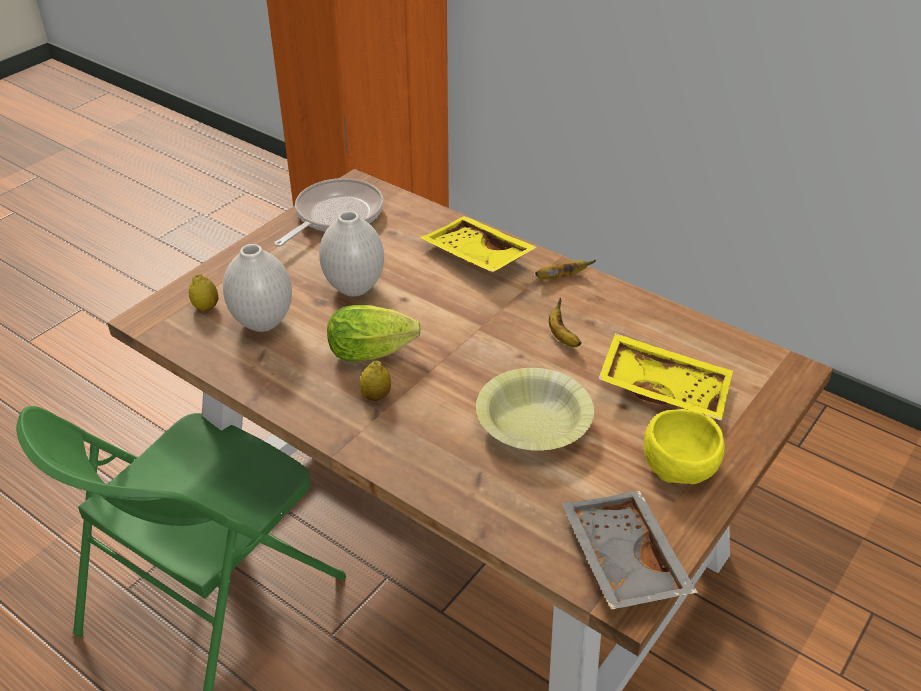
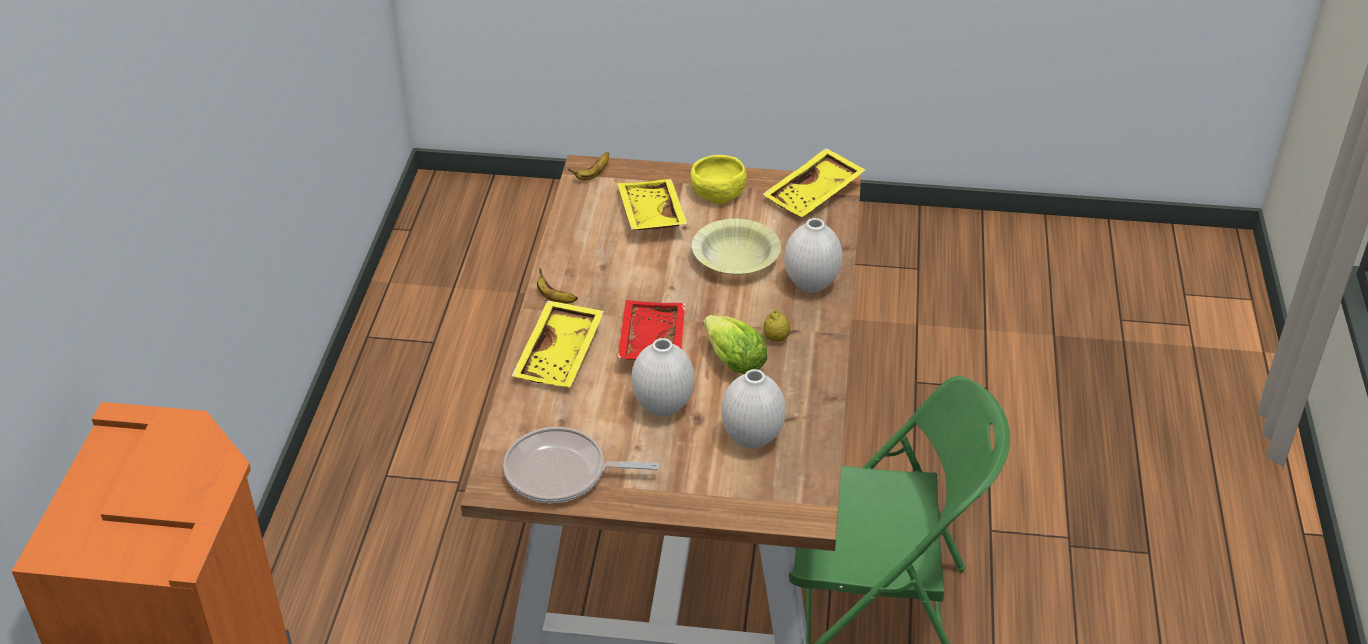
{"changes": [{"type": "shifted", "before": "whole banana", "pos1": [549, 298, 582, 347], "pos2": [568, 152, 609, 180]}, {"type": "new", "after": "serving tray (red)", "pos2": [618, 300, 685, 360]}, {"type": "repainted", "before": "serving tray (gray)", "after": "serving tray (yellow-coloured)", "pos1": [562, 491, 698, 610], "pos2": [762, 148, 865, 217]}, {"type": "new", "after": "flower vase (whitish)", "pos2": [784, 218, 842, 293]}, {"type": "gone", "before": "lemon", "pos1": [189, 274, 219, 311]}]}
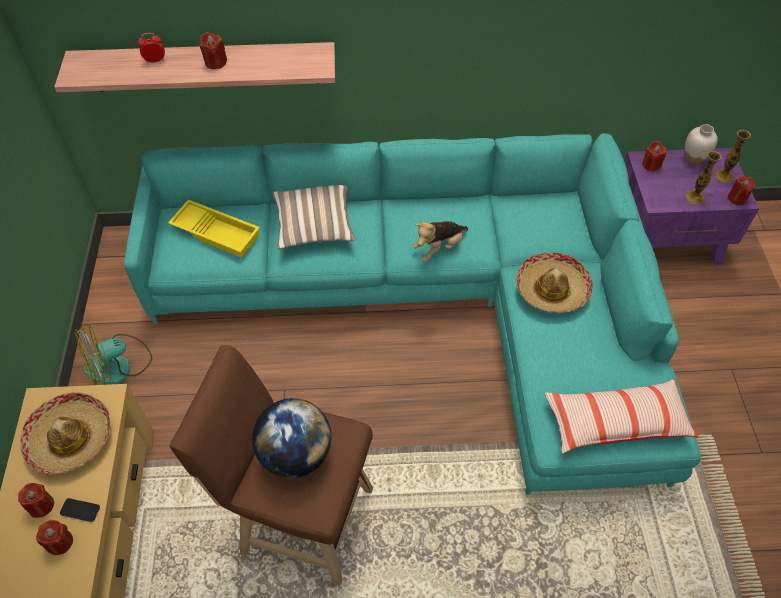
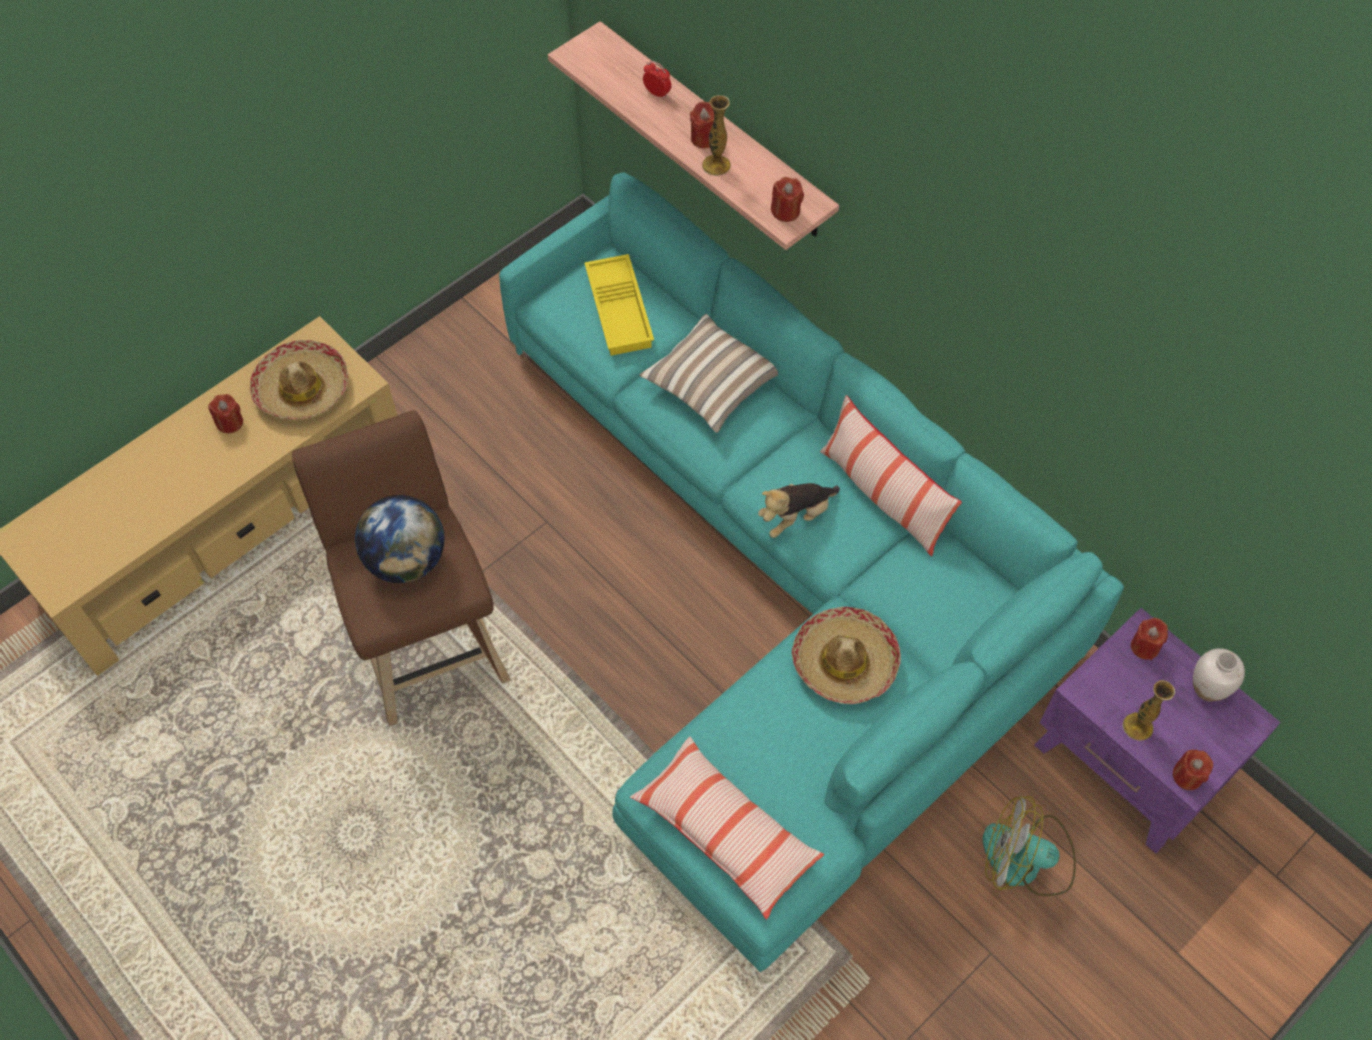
{"changes": [{"type": "shifted", "before": "flower vase", "pos1": [715, 130, 751, 183], "pos2": [702, 95, 731, 176]}, {"type": "rotated", "before": "plush toy", "pos1": [413, 221, 468, 262], "pos2": [758, 483, 840, 538], "turn": -45}, {"type": "shifted", "before": "wax candle (red)", "pos1": [36, 520, 73, 555], "pos2": [771, 177, 804, 222]}, {"type": "new", "after": "pillow", "pos2": [820, 395, 962, 556]}, {"type": "shifted", "before": "fan", "pos1": [75, 323, 153, 385], "pos2": [983, 796, 1076, 896]}, {"type": "gone", "before": "telephone", "pos1": [60, 498, 100, 522]}]}
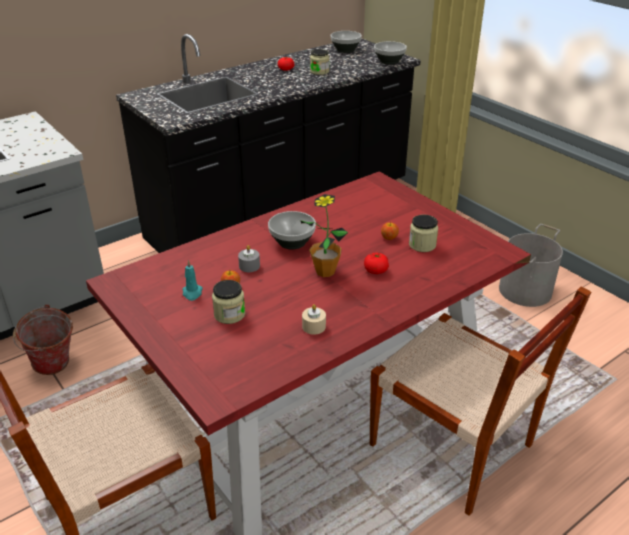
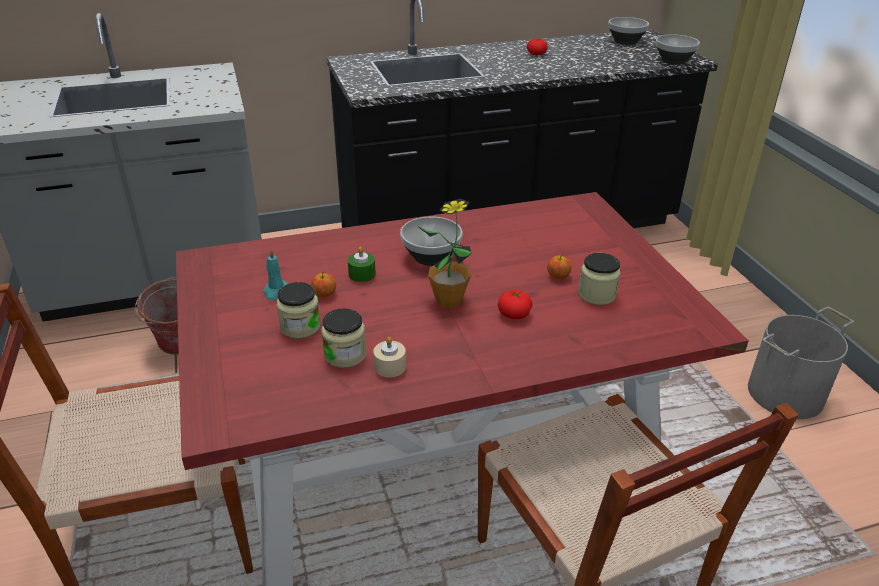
{"changes": [{"type": "shifted", "before": "jar", "pos1": [310, 49, 329, 75], "pos2": [322, 308, 366, 368]}, {"type": "repainted", "before": "wax candle (gray)", "after": "wax candle (greenish)", "pos1": [238, 245, 260, 272], "pos2": [348, 247, 376, 282]}]}
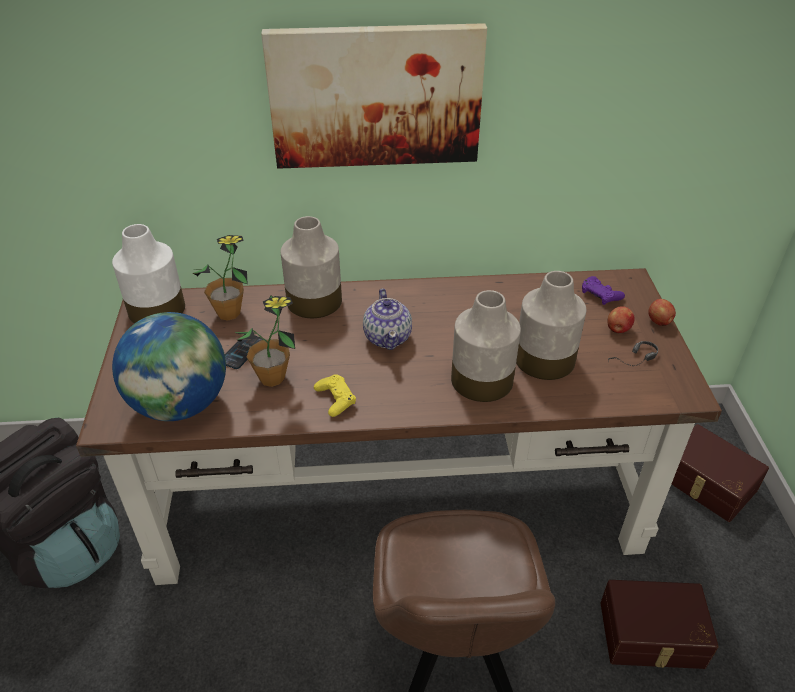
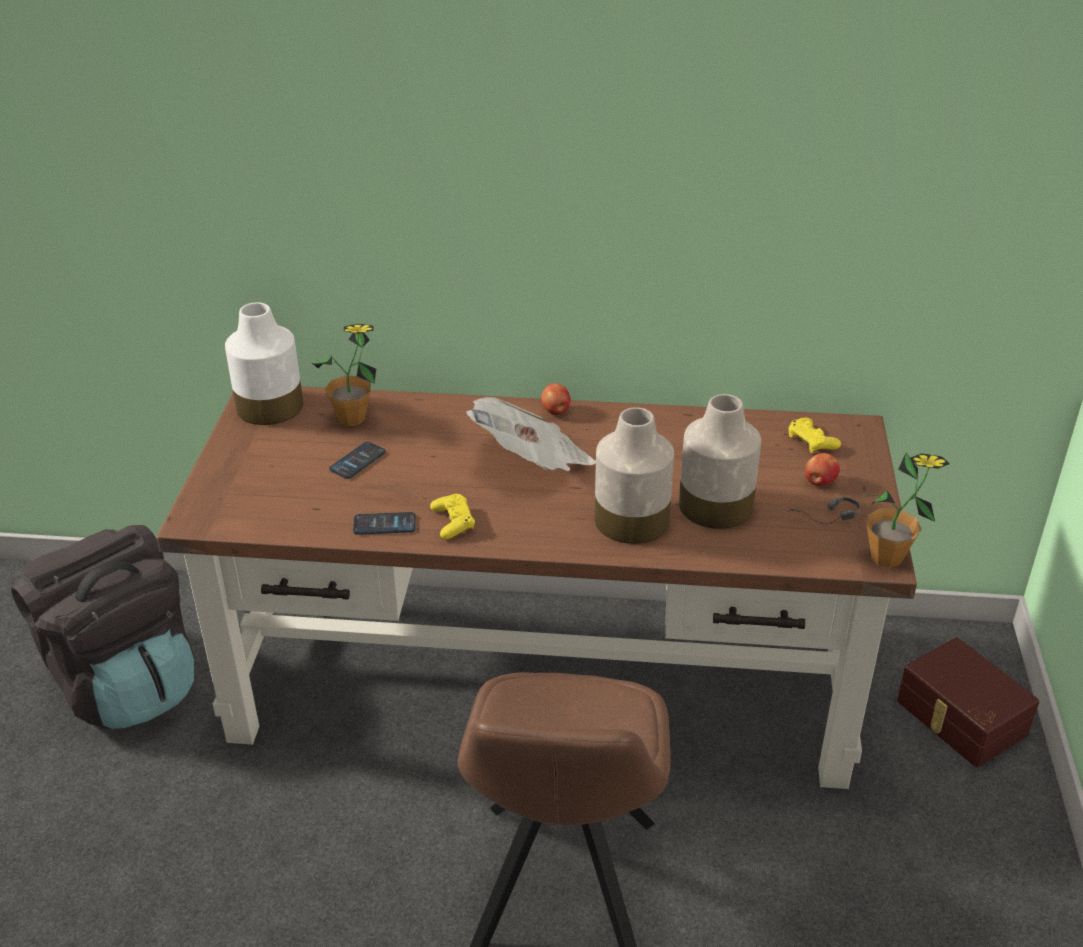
{"changes": [{"type": "new", "after": "telephone", "pos2": [353, 512, 416, 535]}, {"type": "swapped", "before": "tea pot", "after": "daily paper", "pos1": [363, 288, 412, 350], "pos2": [466, 397, 596, 471]}, {"type": "shifted", "before": "apple fruit", "pos1": [648, 299, 676, 326], "pos2": [541, 383, 571, 415]}, {"type": "repainted", "before": "gamepad (purple-coloured)", "after": "gamepad (yellow-coloured)", "pos1": [582, 276, 625, 305], "pos2": [788, 418, 841, 453]}, {"type": "shifted", "before": "houseplant", "pos1": [234, 295, 295, 387], "pos2": [861, 453, 950, 568]}, {"type": "gone", "before": "world globe", "pos1": [112, 312, 226, 421]}, {"type": "gone", "before": "picture", "pos1": [261, 23, 487, 169]}, {"type": "gone", "before": "flower vase (sand-coloured)", "pos1": [281, 216, 342, 318]}, {"type": "gone", "before": "storage bin (brownish)", "pos1": [600, 580, 719, 669]}]}
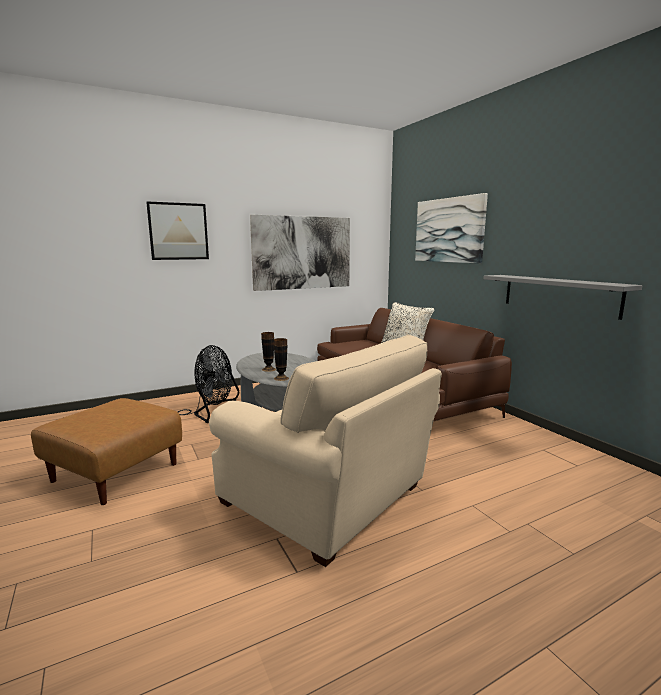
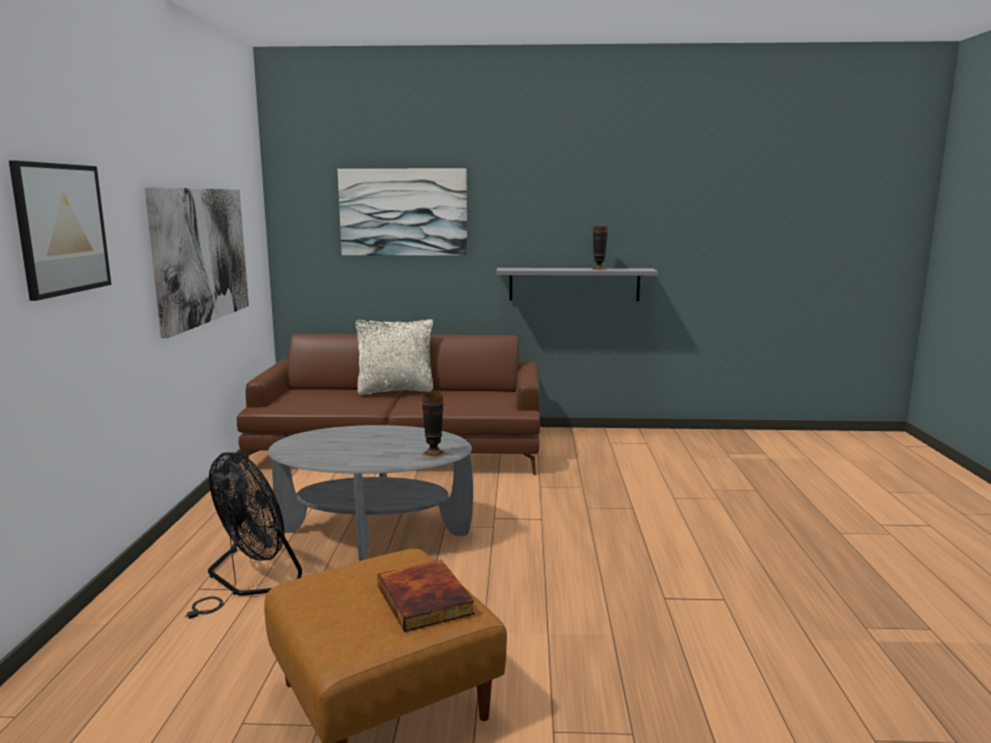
{"changes": [{"type": "new", "after": "bound book", "pos2": [377, 560, 475, 632]}, {"type": "shifted", "before": "flower vase", "pos1": [261, 332, 276, 372], "pos2": [591, 226, 608, 270]}, {"type": "gone", "before": "lounge chair (sand-coloured)", "pos1": [209, 335, 442, 567]}]}
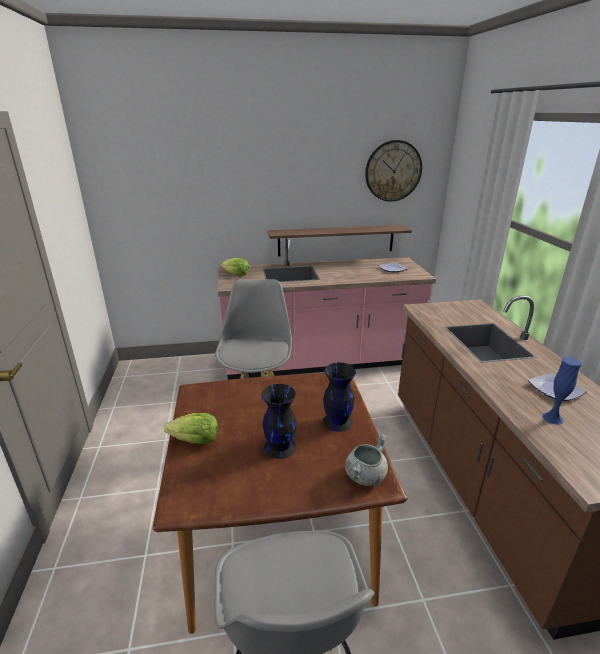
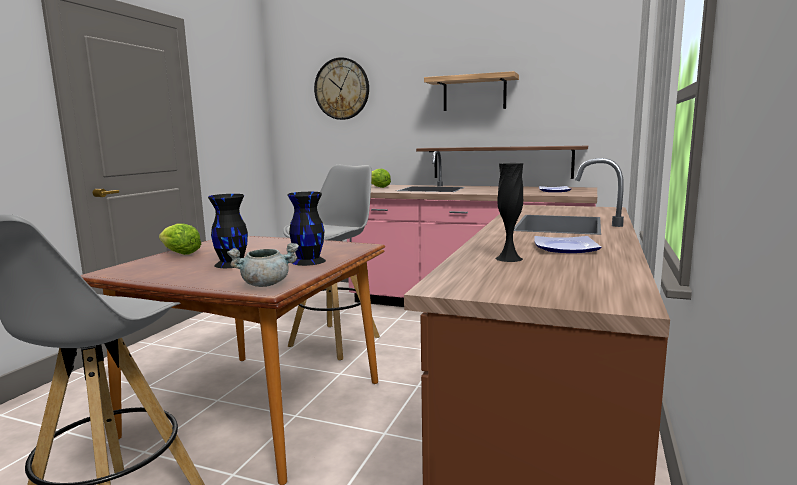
{"changes": [{"type": "shifted", "before": "hanging clock", "pos1": [365, 140, 422, 202], "pos2": [314, 57, 369, 120]}, {"type": "new", "after": "shelf", "pos2": [424, 71, 519, 111]}, {"type": "repainted", "before": "flower vase (blue-coloured)", "after": "flower vase (black-coloured)", "pos1": [542, 357, 582, 425], "pos2": [495, 163, 523, 262]}]}
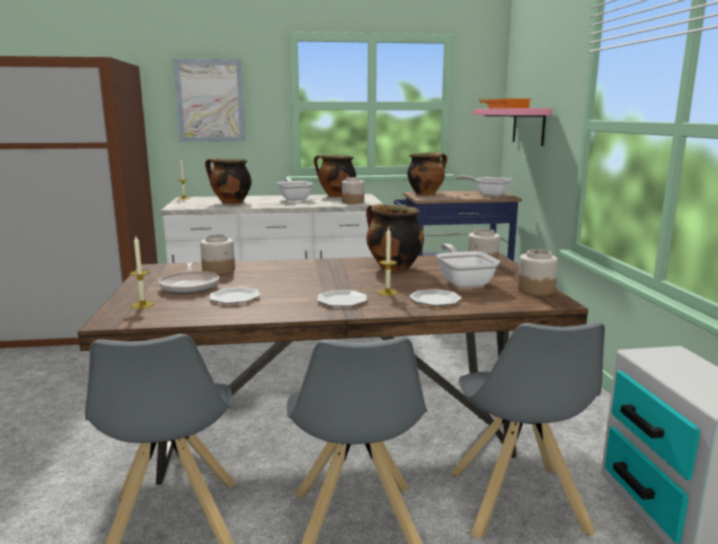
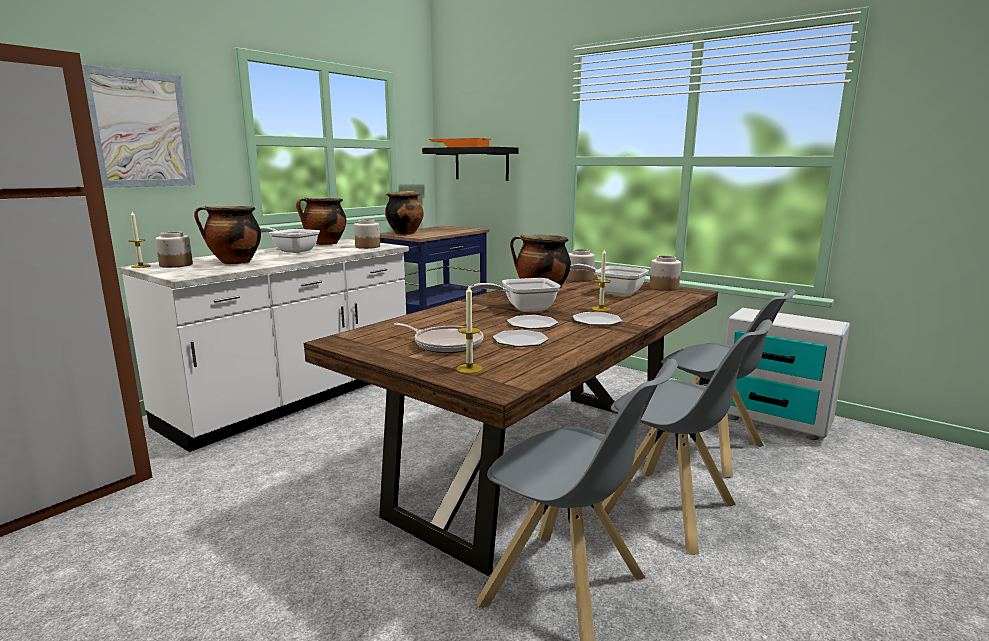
{"changes": [{"type": "shifted", "before": "jar", "pos1": [200, 234, 235, 275], "pos2": [155, 232, 193, 268]}, {"type": "repainted", "before": "shelf (pink-coloured)", "after": "shelf (black-coloured)", "pos1": [473, 108, 552, 146], "pos2": [422, 147, 518, 181]}, {"type": "shifted", "before": "skillet", "pos1": [456, 176, 512, 196], "pos2": [470, 278, 561, 312]}, {"type": "shifted", "before": "dinner plate", "pos1": [409, 289, 462, 306], "pos2": [507, 315, 558, 329]}]}
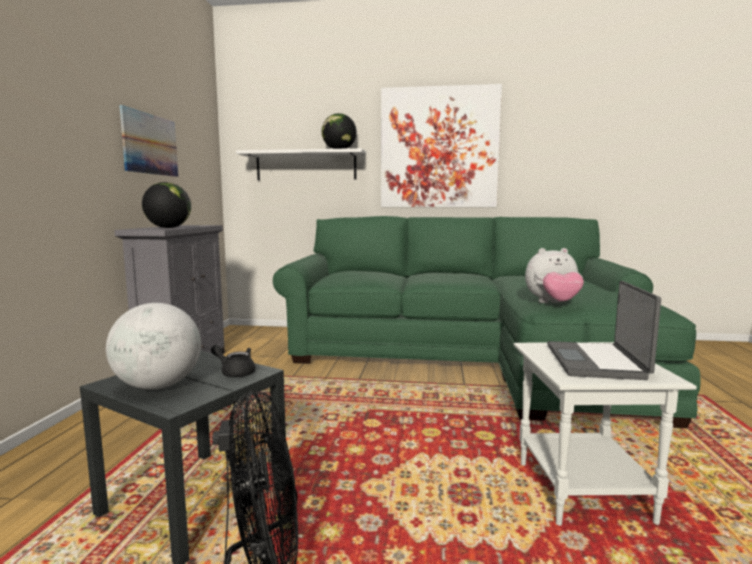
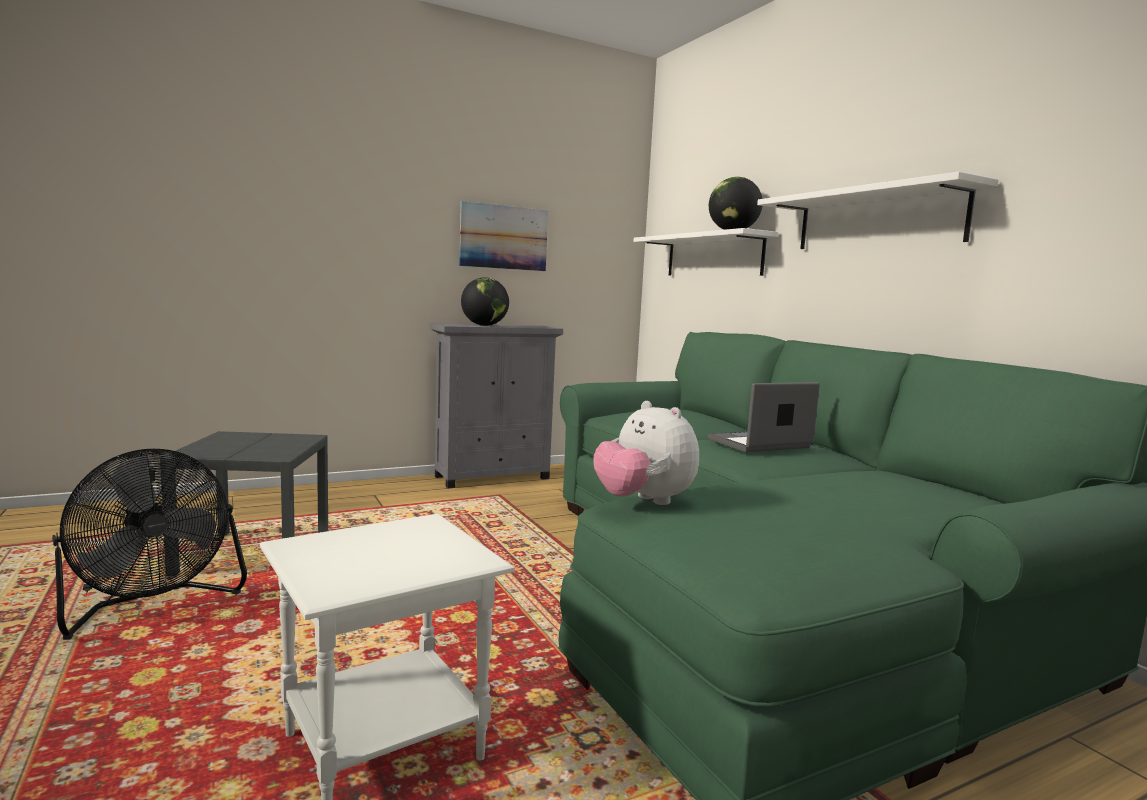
{"changes": [{"type": "shifted", "before": "laptop", "pos1": [547, 281, 661, 380], "pos2": [708, 382, 820, 452]}, {"type": "swapped", "before": "picture", "after": "shelf (whitish)", "pos1": [381, 84, 502, 207], "pos2": [757, 172, 999, 249]}, {"type": "gone", "before": "world globe", "pos1": [106, 303, 201, 390]}, {"type": "gone", "before": "tea pot (black-coloured)", "pos1": [211, 345, 256, 377]}]}
